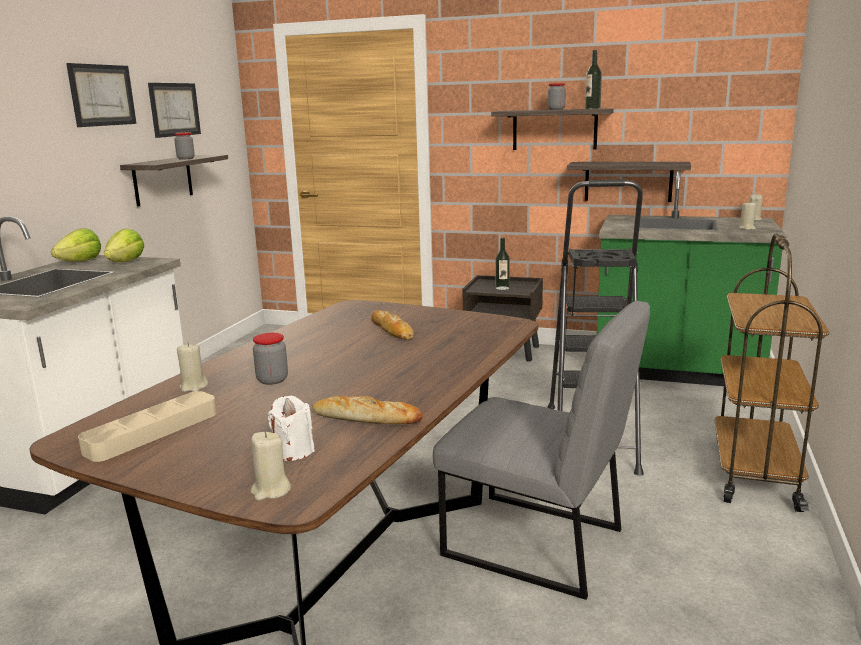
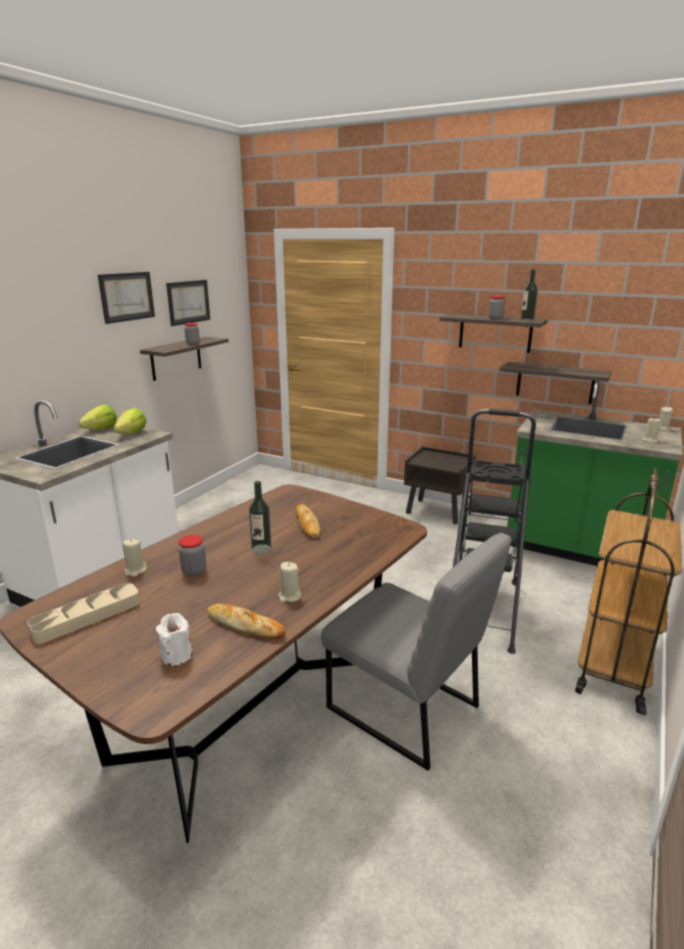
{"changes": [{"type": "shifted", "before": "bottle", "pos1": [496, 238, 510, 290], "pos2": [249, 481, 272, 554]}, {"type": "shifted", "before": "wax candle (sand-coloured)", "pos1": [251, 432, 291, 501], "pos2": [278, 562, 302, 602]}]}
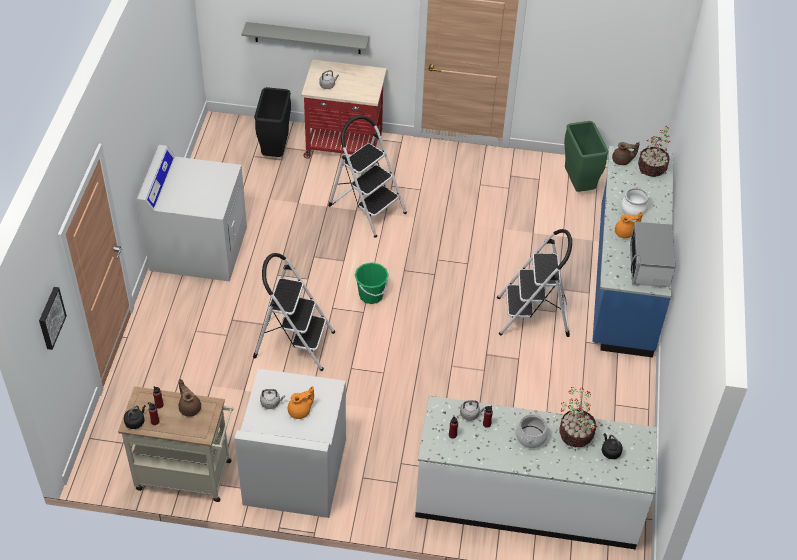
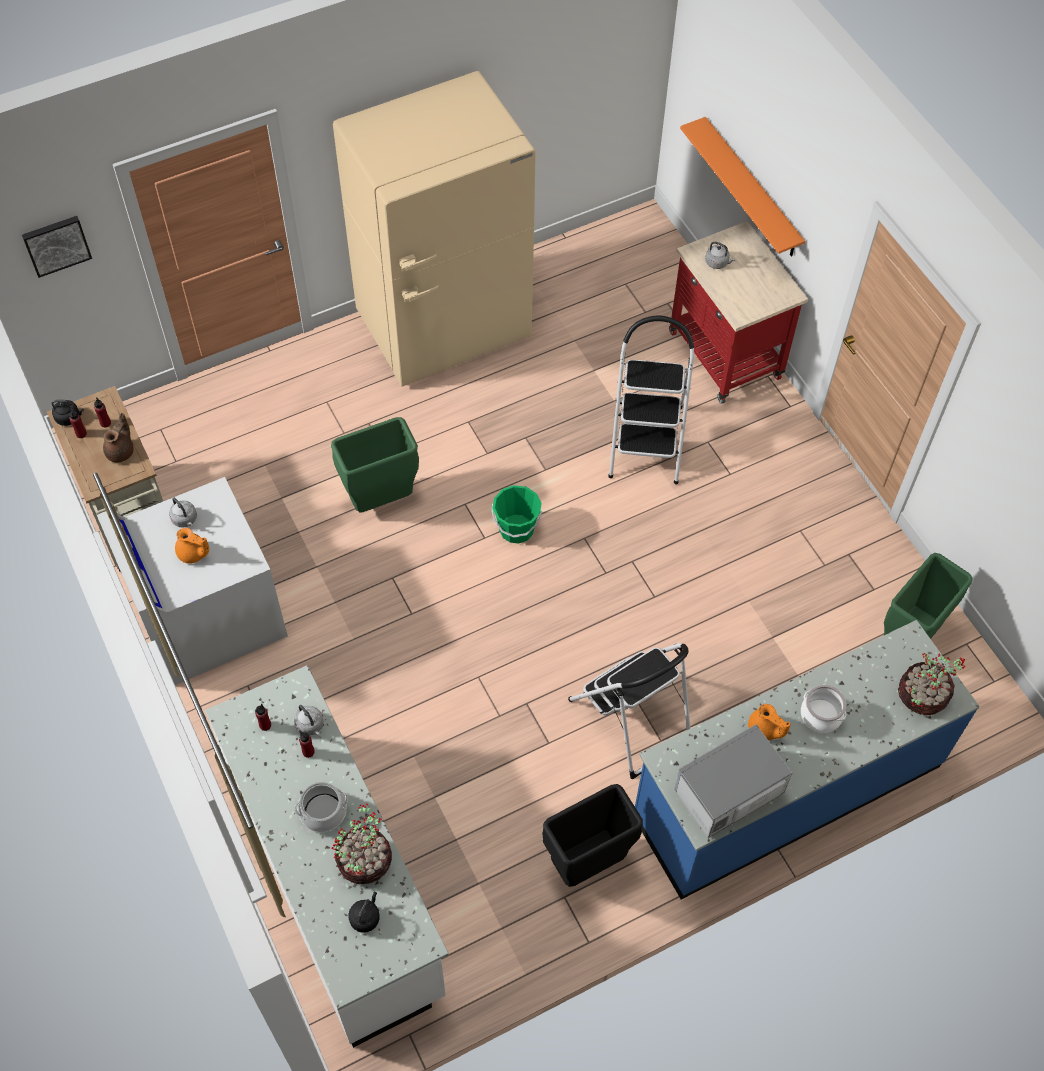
{"changes": [{"type": "swapped", "before": "step ladder", "after": "rubbish bin (greenish)", "pos1": [253, 253, 335, 371], "pos2": [331, 417, 419, 513]}, {"type": "swapped", "before": "washing machine (whitish)", "after": "fridge (sand-coloured)", "pos1": [137, 145, 247, 282], "pos2": [333, 71, 536, 386]}, {"type": "shifted", "before": "rubbish bin (black-coloured)", "pos1": [254, 87, 291, 157], "pos2": [542, 784, 643, 887]}, {"type": "repainted", "before": "shelf (gray)", "after": "shelf (orangey)", "pos1": [242, 22, 369, 54], "pos2": [680, 117, 805, 257]}, {"type": "gone", "before": "tea pot (brownish)", "pos1": [612, 142, 640, 165]}]}
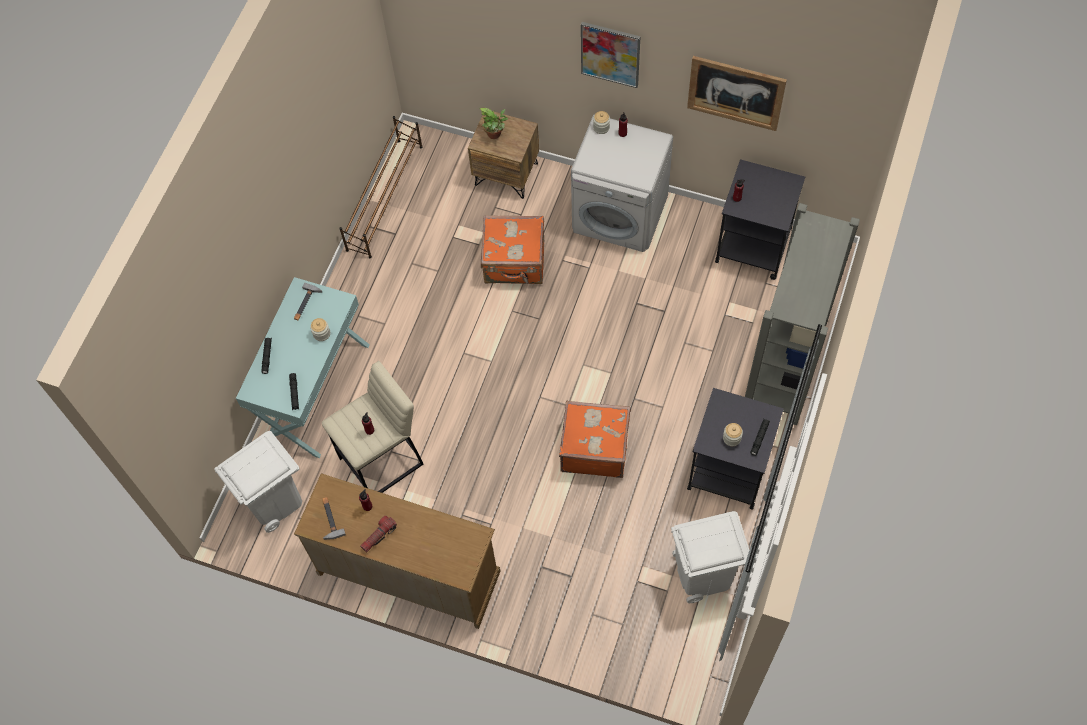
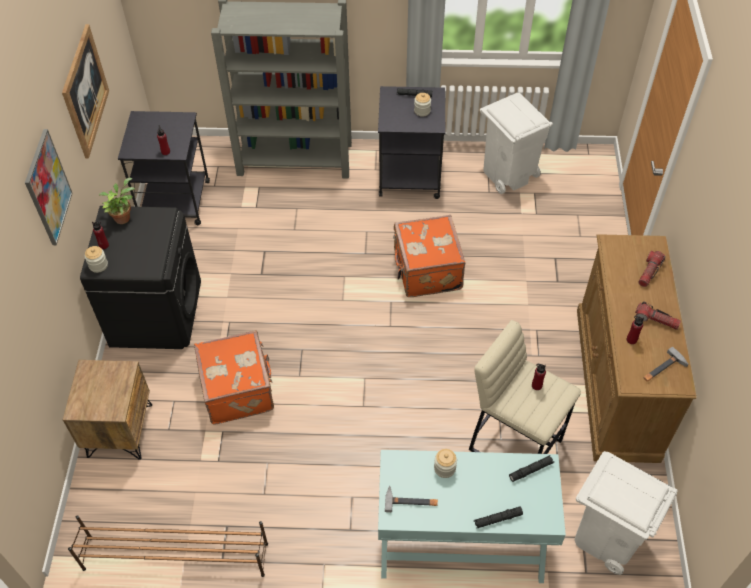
{"changes": [{"type": "repainted", "before": "washing machine (whitish)", "after": "washing machine (black-coloured)", "pos1": [571, 114, 673, 252], "pos2": [80, 206, 201, 349]}, {"type": "shifted", "before": "houseplant", "pos1": [479, 108, 508, 139], "pos2": [99, 178, 135, 224]}, {"type": "new", "after": "flashlight", "pos2": [638, 251, 665, 287]}]}
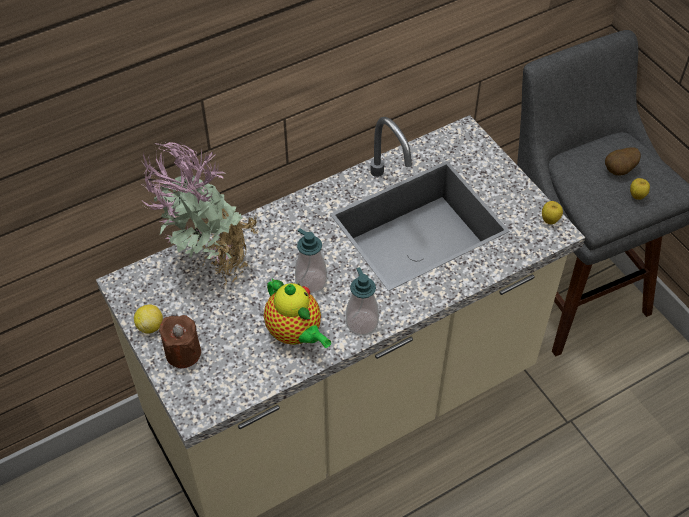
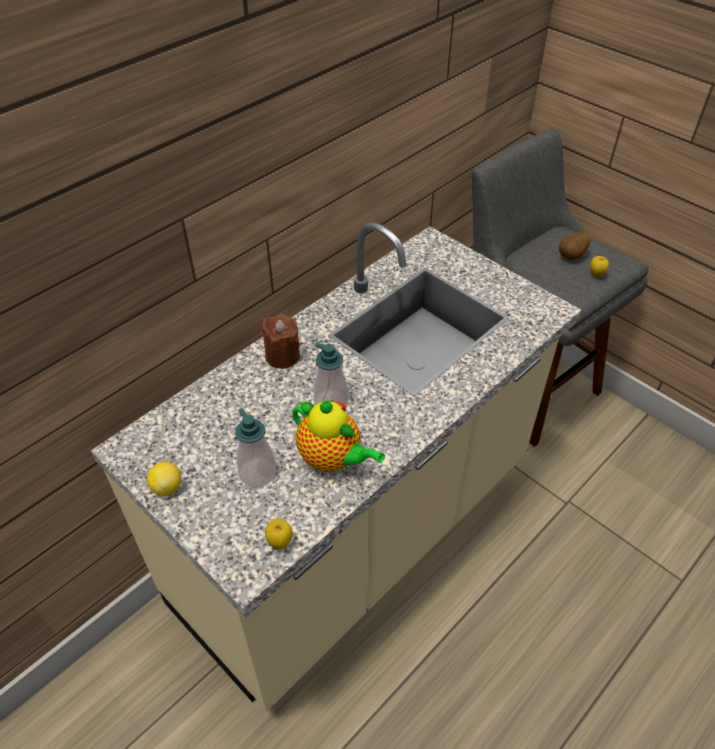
{"changes": [{"type": "shifted", "before": "soap bottle", "pos1": [346, 267, 379, 335], "pos2": [235, 408, 276, 488]}, {"type": "shifted", "before": "wax candle (brownish)", "pos1": [159, 315, 201, 368], "pos2": [262, 314, 300, 369]}, {"type": "shifted", "before": "apple fruit", "pos1": [542, 201, 563, 225], "pos2": [265, 519, 293, 549]}, {"type": "gone", "before": "houseplant", "pos1": [141, 141, 258, 286]}]}
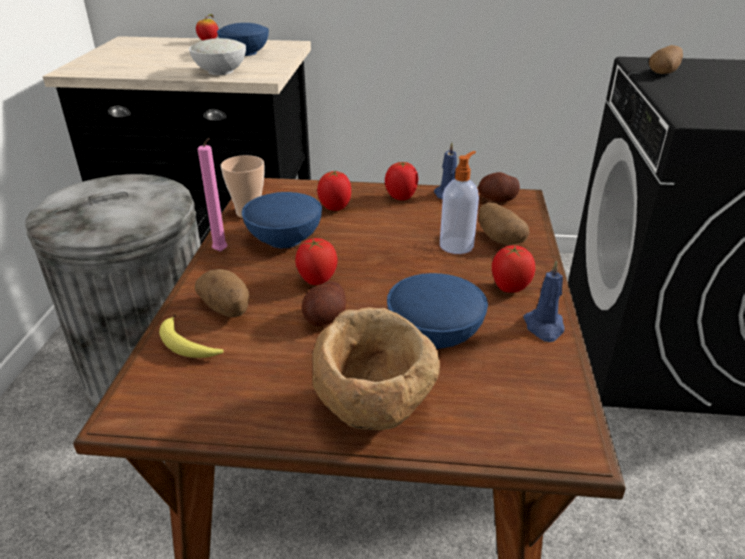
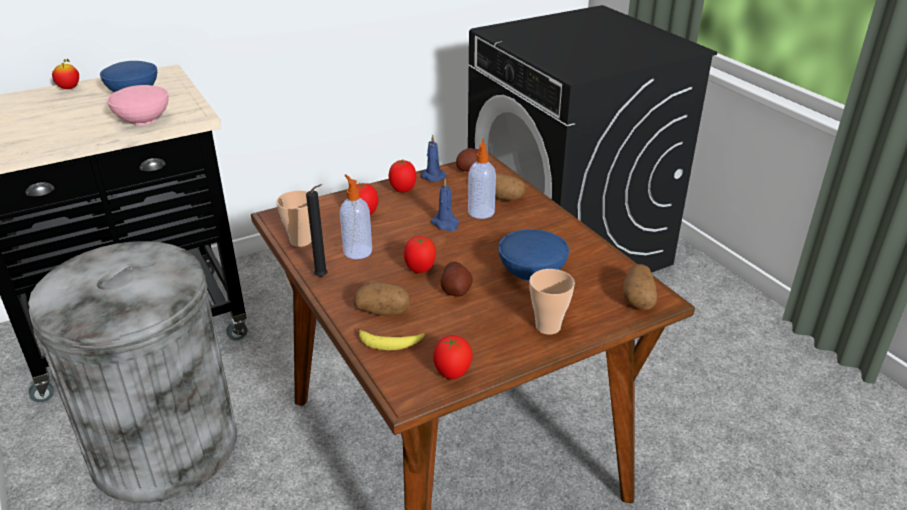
{"changes": [{"type": "repainted", "before": "serving bowl (whitish)", "after": "serving bowl (pink-coloured)", "pos1": [189, 38, 246, 75], "pos2": [107, 85, 169, 125]}, {"type": "repainted", "before": "wax candle (pink-coloured)", "after": "wax candle (black-coloured)", "pos1": [197, 138, 228, 252], "pos2": [306, 184, 328, 277]}, {"type": "swapped", "before": "serving bowl (blue-coloured)", "after": "soap bottle", "pos1": [242, 192, 322, 248], "pos2": [340, 175, 372, 259]}, {"type": "shifted", "before": "wax candle (blue-coloured)", "pos1": [523, 260, 565, 342], "pos2": [431, 179, 459, 231]}, {"type": "shifted", "before": "tomato", "pos1": [492, 245, 535, 293], "pos2": [433, 335, 473, 379]}, {"type": "swapped", "before": "serving bowl (brownish)", "after": "small cup", "pos1": [313, 307, 440, 430], "pos2": [529, 269, 575, 335]}, {"type": "shifted", "before": "potato", "pos1": [649, 45, 683, 74], "pos2": [623, 264, 657, 310]}]}
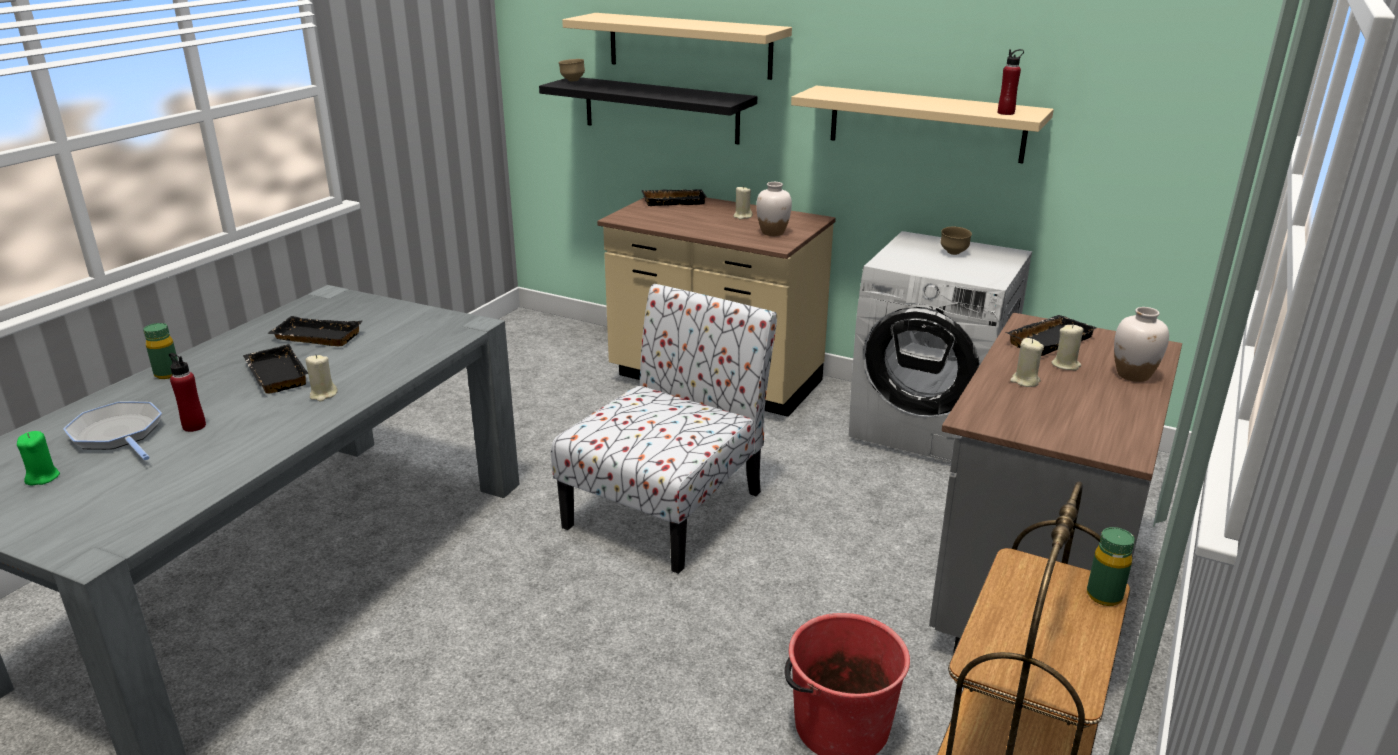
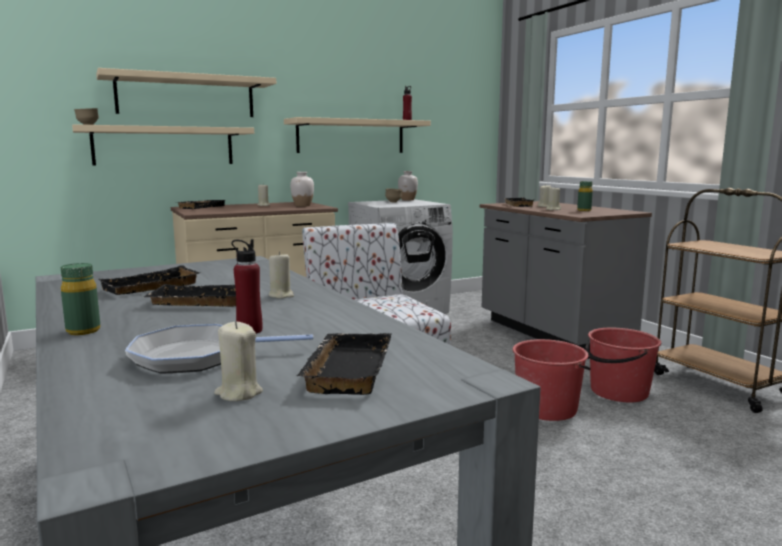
{"changes": [{"type": "repainted", "before": "shelf (black-coloured)", "after": "shelf (sand-coloured)", "pos1": [539, 77, 757, 144], "pos2": [72, 124, 254, 166]}, {"type": "repainted", "before": "wax candle (greenish)", "after": "wax candle (sand-coloured)", "pos1": [17, 431, 60, 485], "pos2": [214, 321, 263, 401]}, {"type": "new", "after": "serving tray (black-coloured)", "pos2": [297, 333, 391, 395]}, {"type": "shifted", "before": "flower vase (whitish)", "pos1": [1114, 307, 1169, 382], "pos2": [398, 171, 418, 200]}, {"type": "new", "after": "bucket (red)", "pos2": [512, 339, 591, 421]}, {"type": "shifted", "before": "bottle (greenish)", "pos1": [1087, 527, 1135, 606], "pos2": [577, 181, 593, 211]}]}
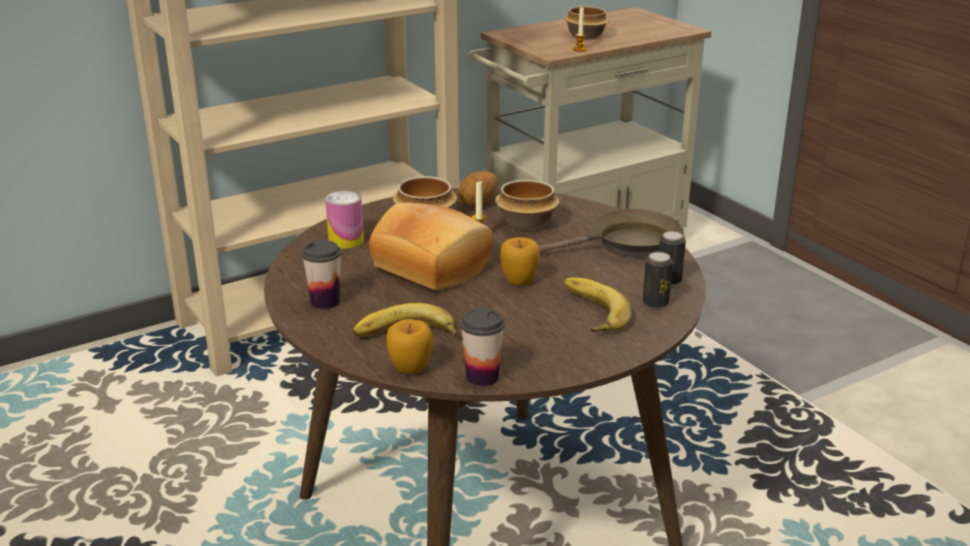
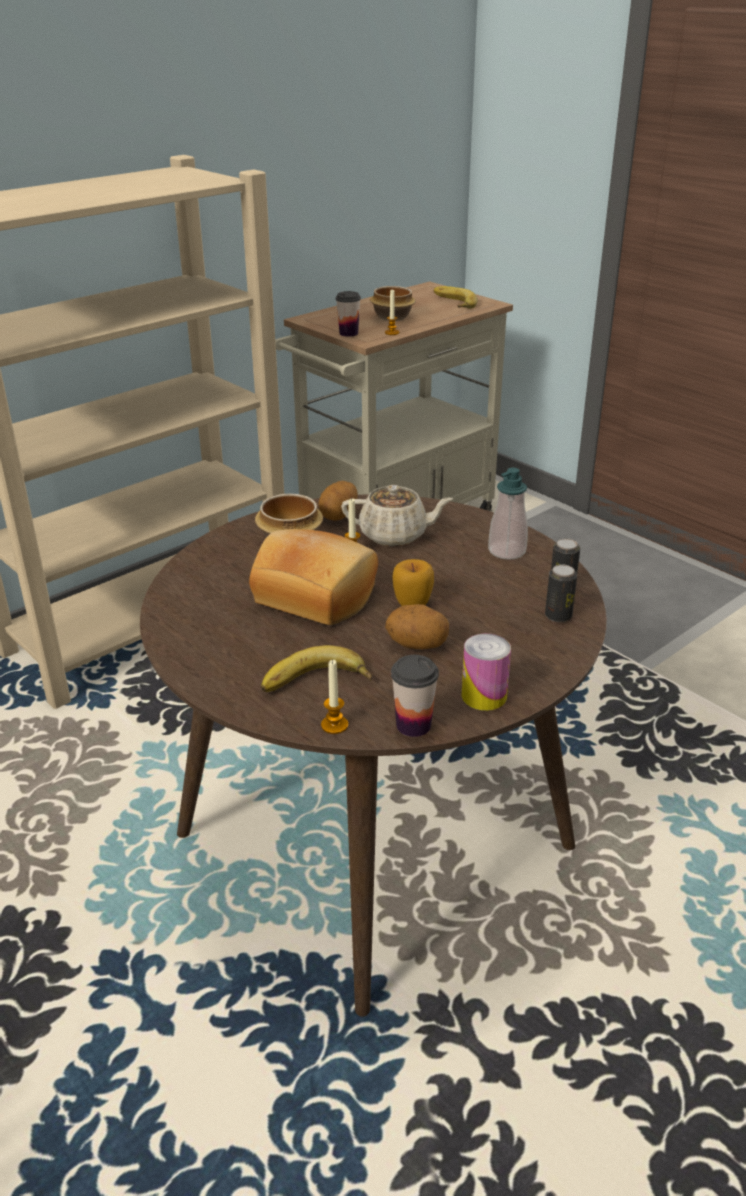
{"changes": [{"type": "swapped", "before": "apple fruit", "after": "wax candle", "pos1": [386, 319, 433, 374], "pos2": [321, 659, 348, 734]}, {"type": "shifted", "before": "small cup", "pos1": [302, 240, 341, 309], "pos2": [336, 291, 361, 337]}, {"type": "swapped", "before": "serving bowl", "after": "tea pot (sand-coloured)", "pos1": [495, 180, 559, 230], "pos2": [341, 485, 453, 546]}, {"type": "new", "after": "potato", "pos2": [385, 604, 449, 649]}, {"type": "shifted", "before": "whole banana", "pos1": [564, 278, 632, 333], "pos2": [434, 286, 478, 309]}, {"type": "shifted", "before": "can", "pos1": [325, 191, 364, 249], "pos2": [462, 634, 511, 711]}, {"type": "swapped", "before": "skillet (brownish)", "after": "soap bottle", "pos1": [539, 209, 682, 258], "pos2": [488, 468, 528, 560]}]}
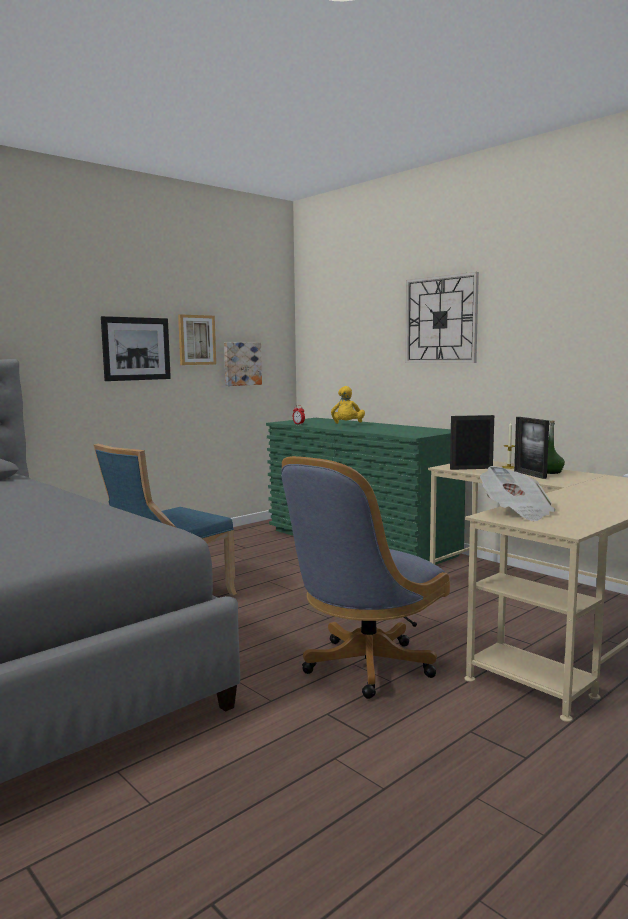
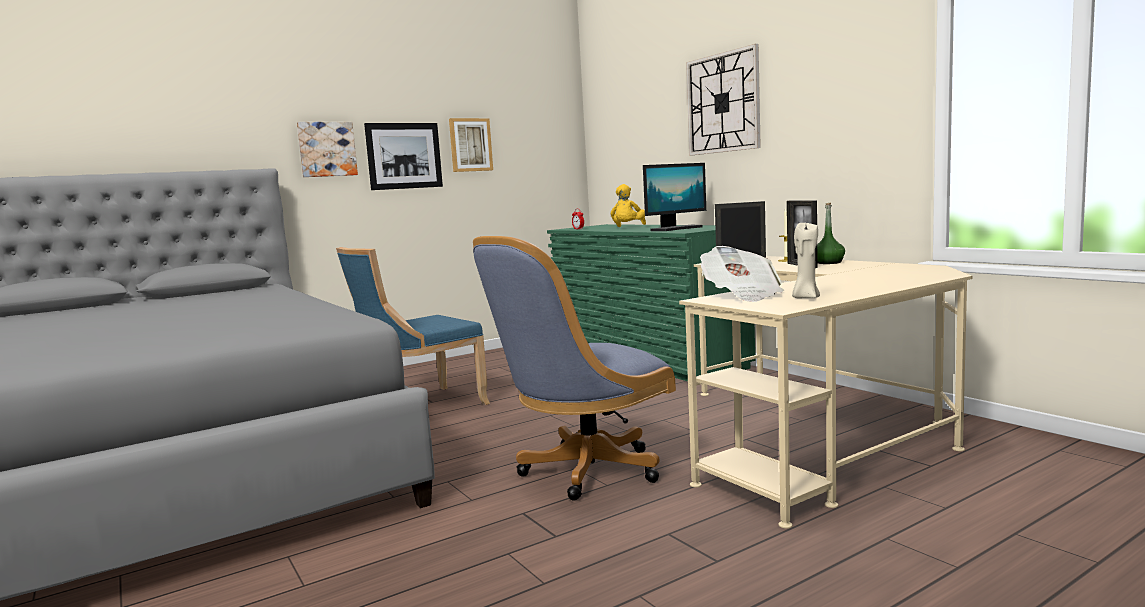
{"changes": [{"type": "shifted", "before": "picture", "pos1": [224, 342, 262, 386], "pos2": [297, 122, 358, 177]}, {"type": "new", "after": "computer screen", "pos2": [643, 163, 706, 231]}, {"type": "new", "after": "wax candle (sand-coloured)", "pos2": [792, 223, 820, 298]}]}
